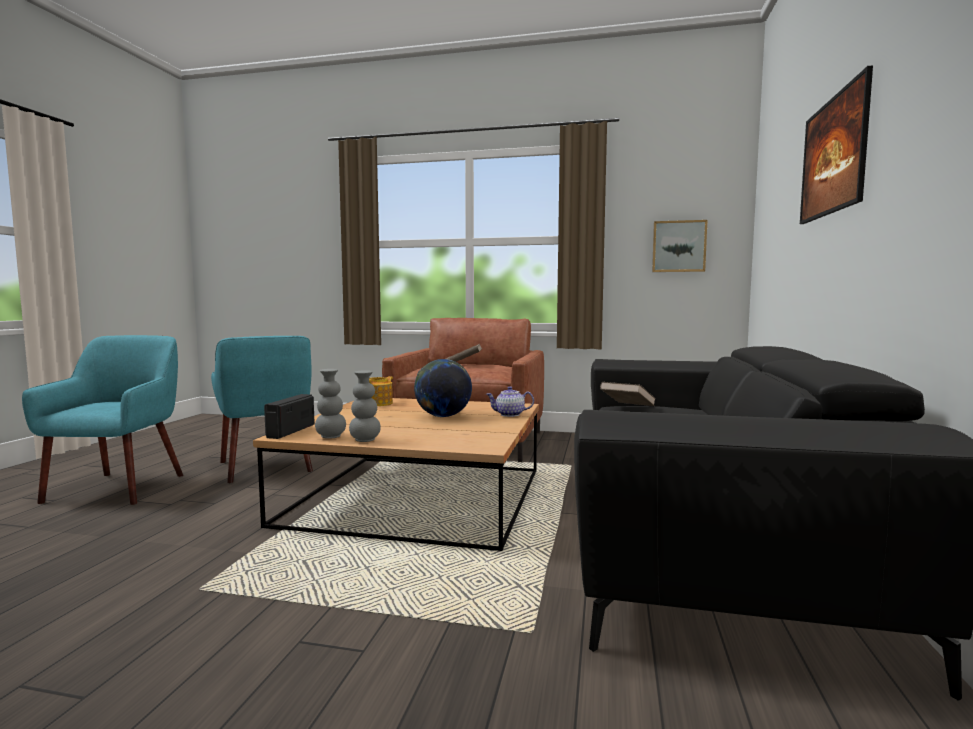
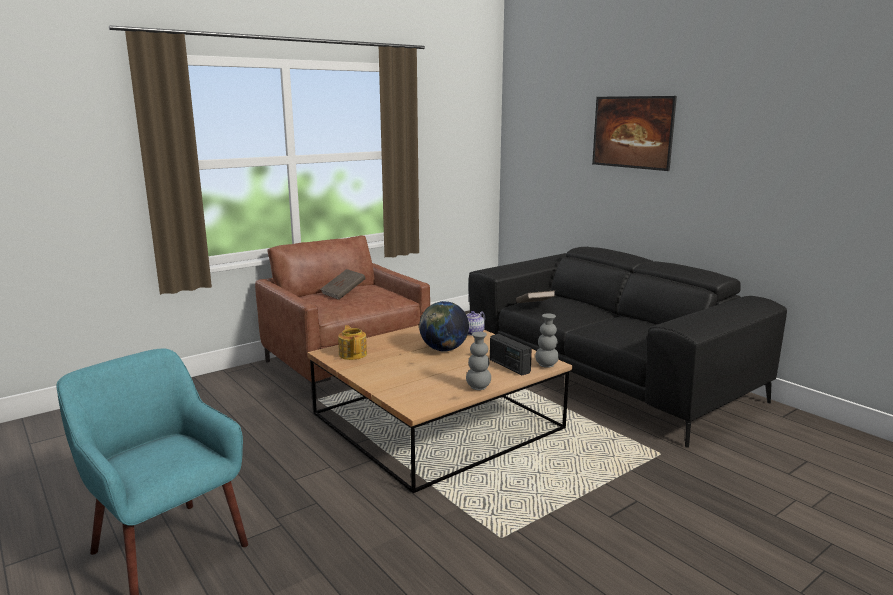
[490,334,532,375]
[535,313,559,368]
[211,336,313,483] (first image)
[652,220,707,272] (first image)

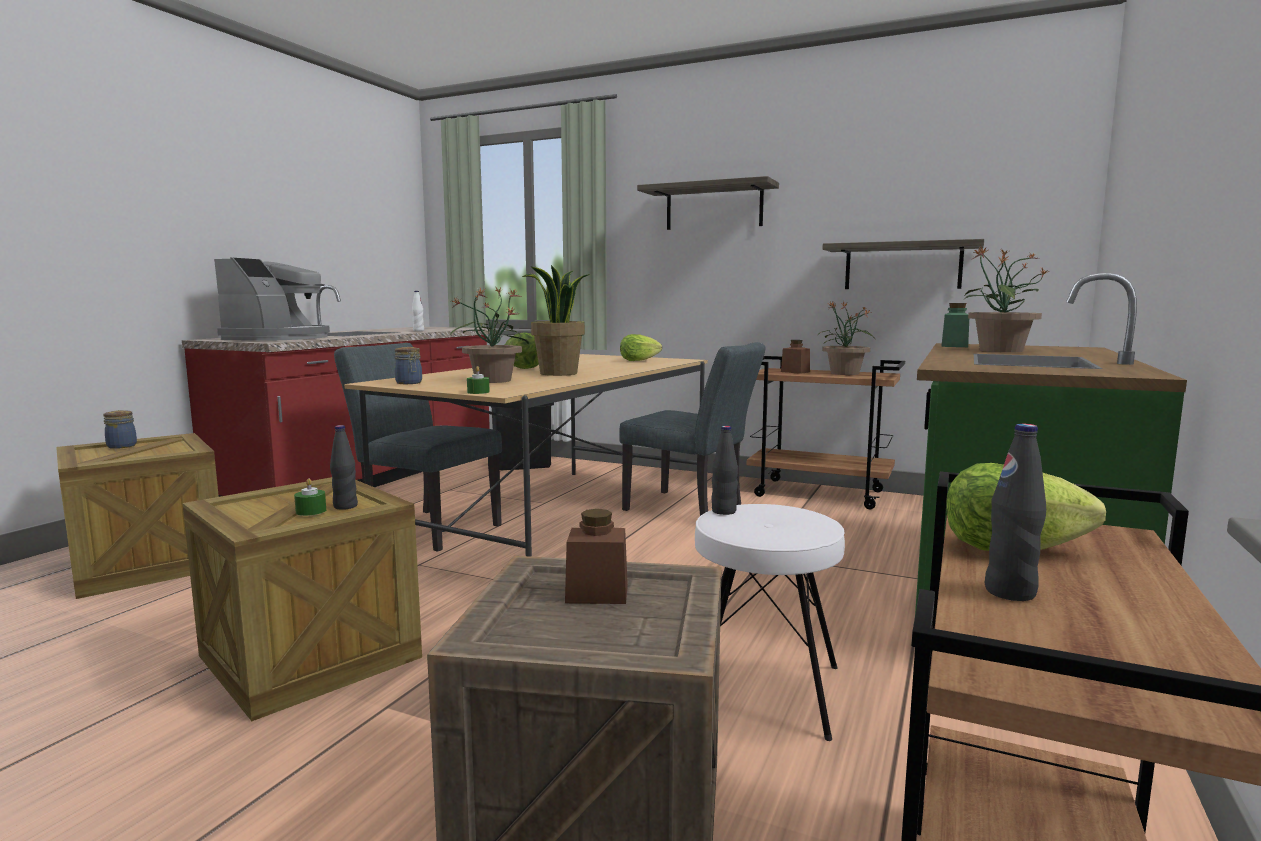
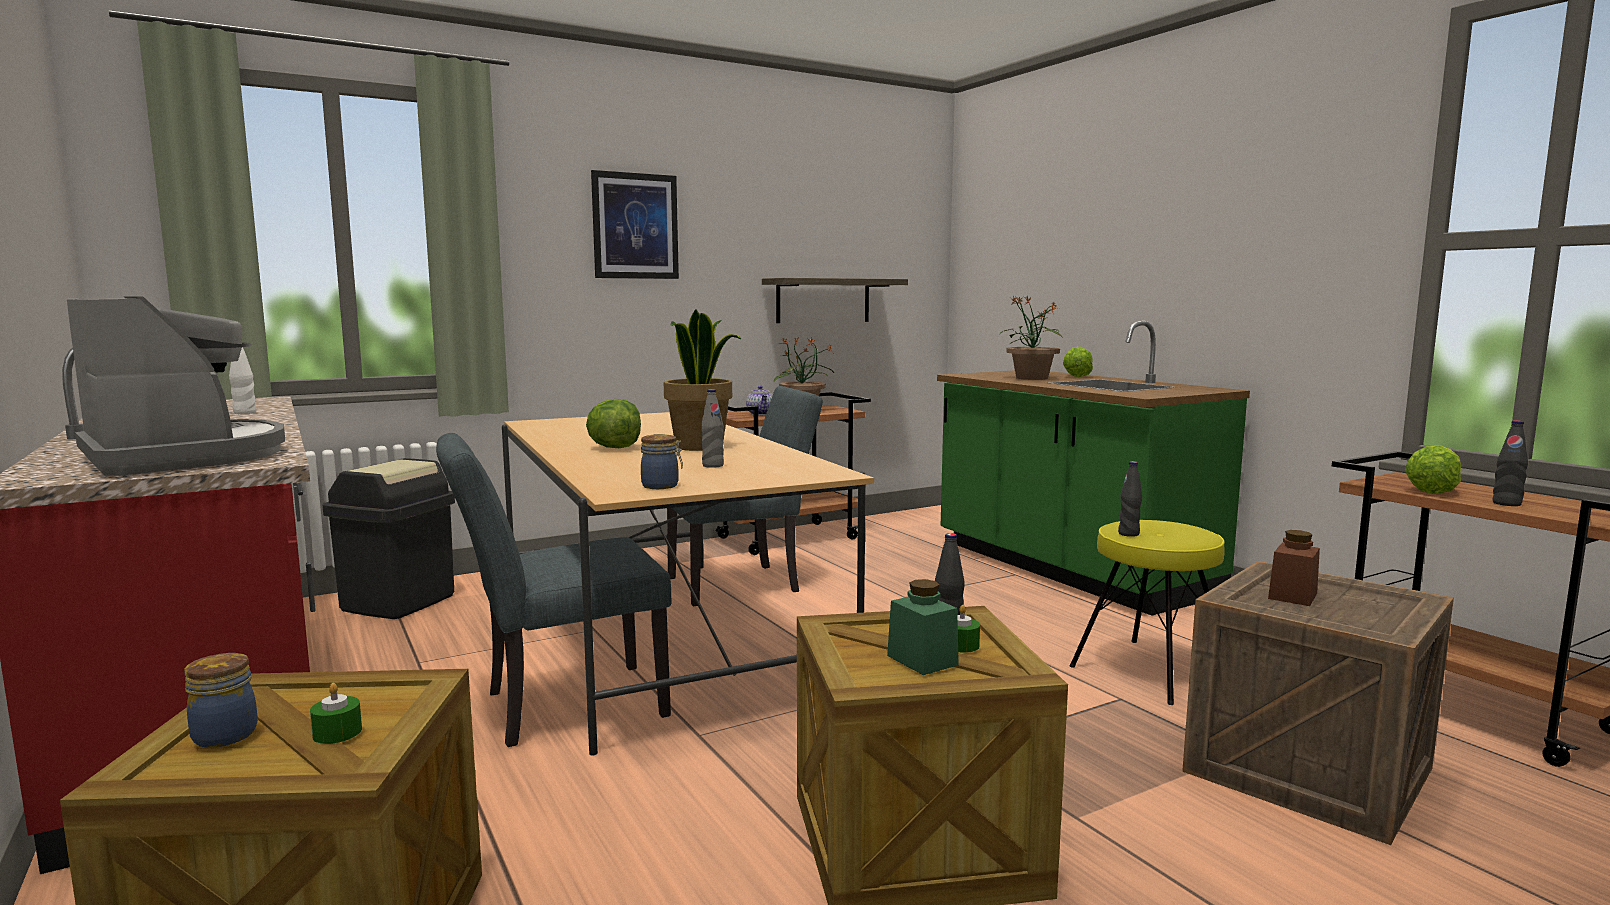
[310,683,362,744]
[591,170,679,279]
[701,389,724,468]
[746,386,773,415]
[887,579,959,675]
[1063,347,1093,377]
[1070,520,1225,705]

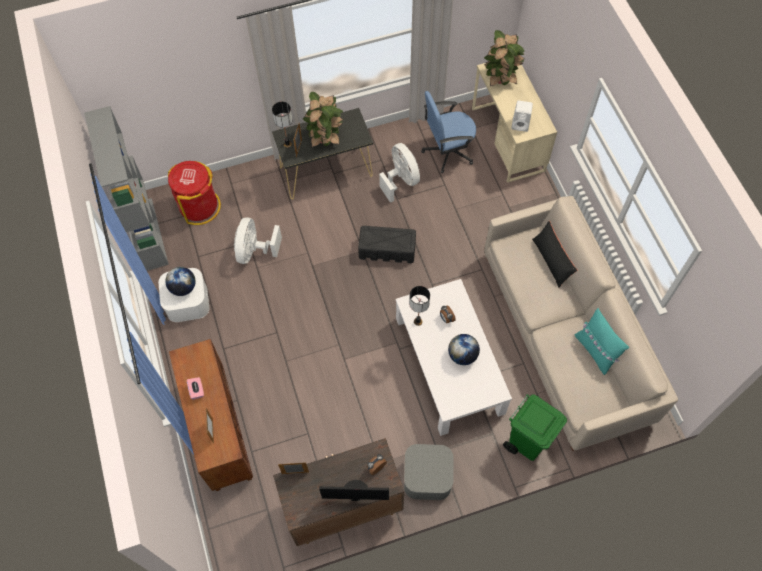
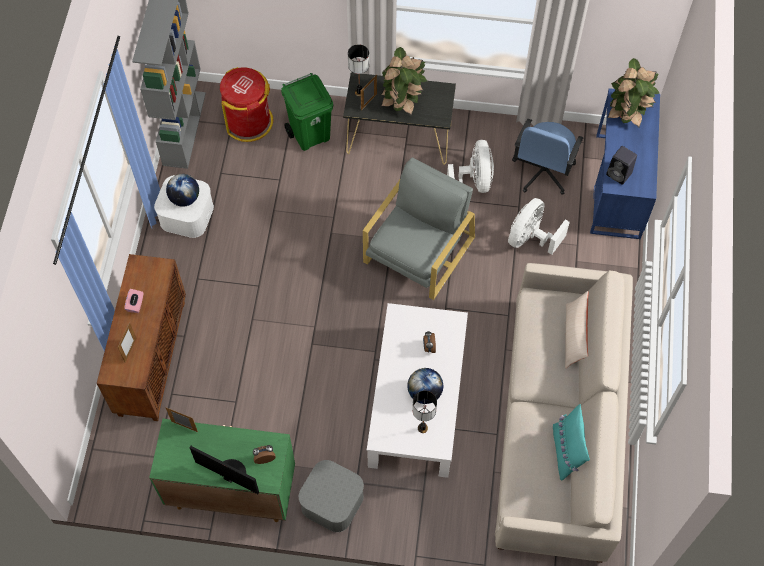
[149,419,295,522]
[281,73,333,151]
[363,157,475,300]
[412,391,437,433]
[508,198,570,255]
[512,119,583,195]
[565,291,589,368]
[590,88,660,239]
[606,146,637,185]

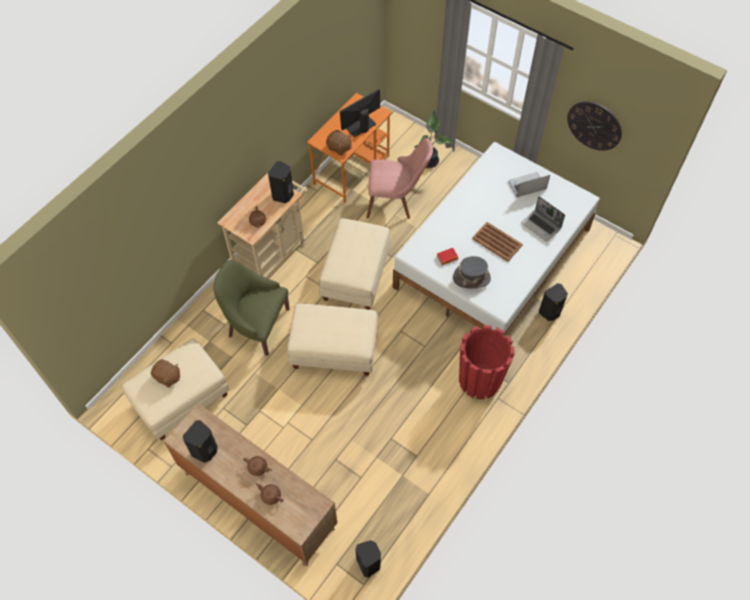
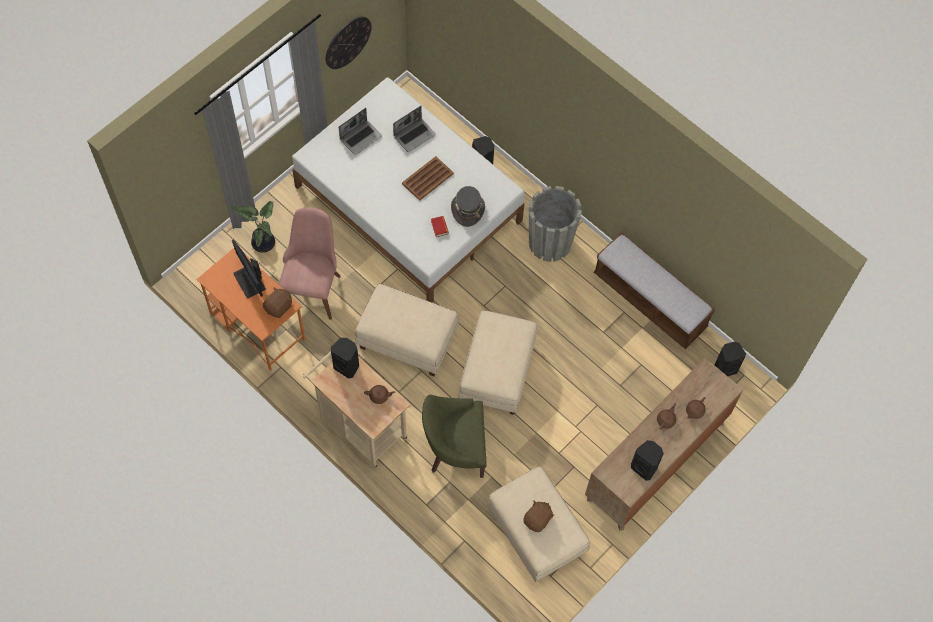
[339,108,382,155]
[422,395,487,478]
[529,186,582,262]
[594,232,715,349]

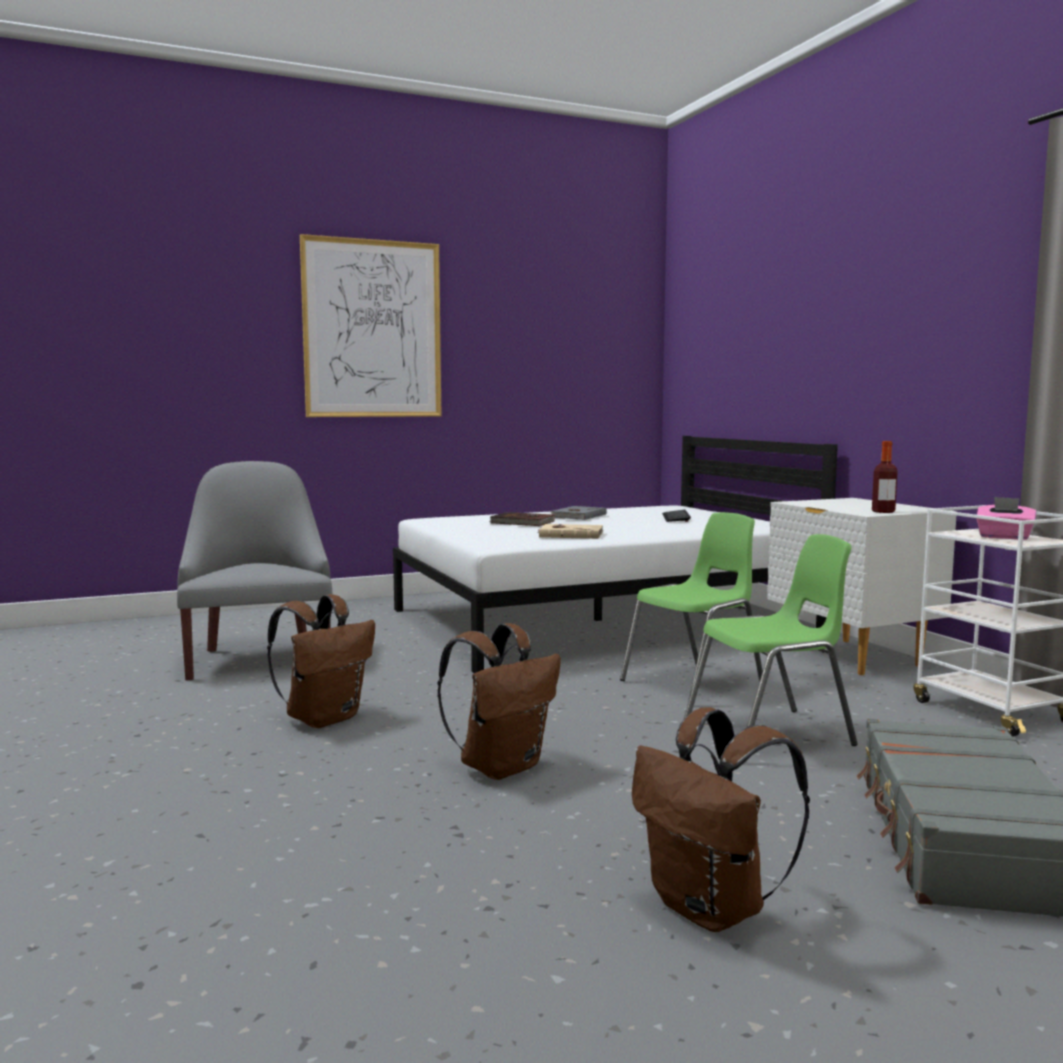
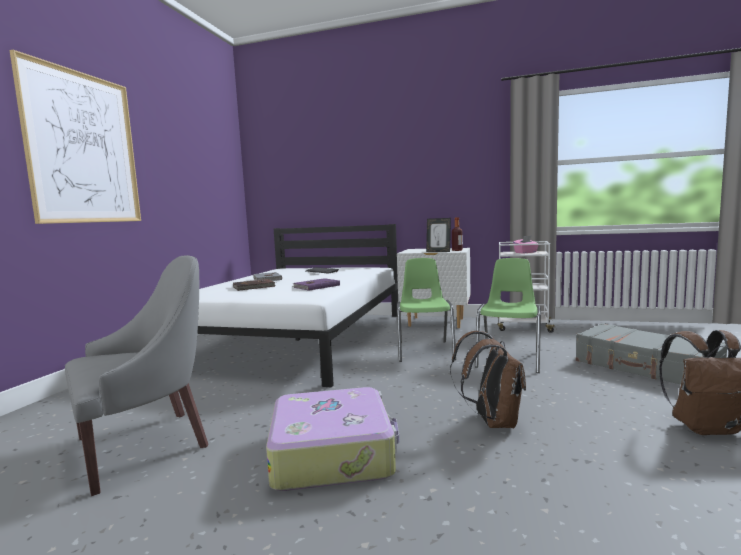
[65,255,208,496]
[266,387,399,491]
[293,278,340,291]
[426,218,451,252]

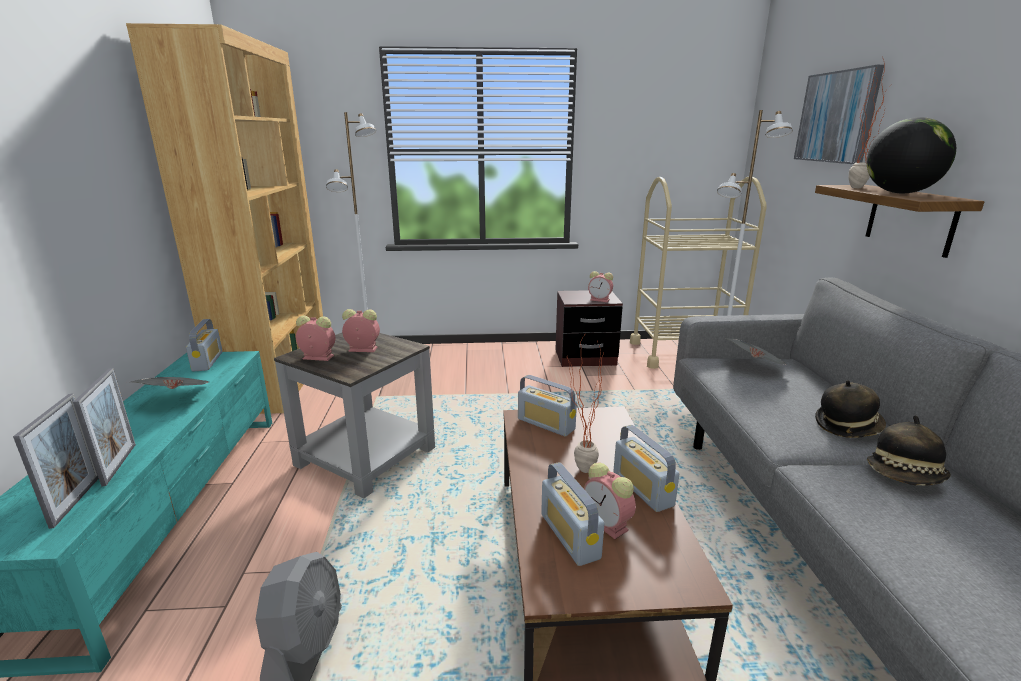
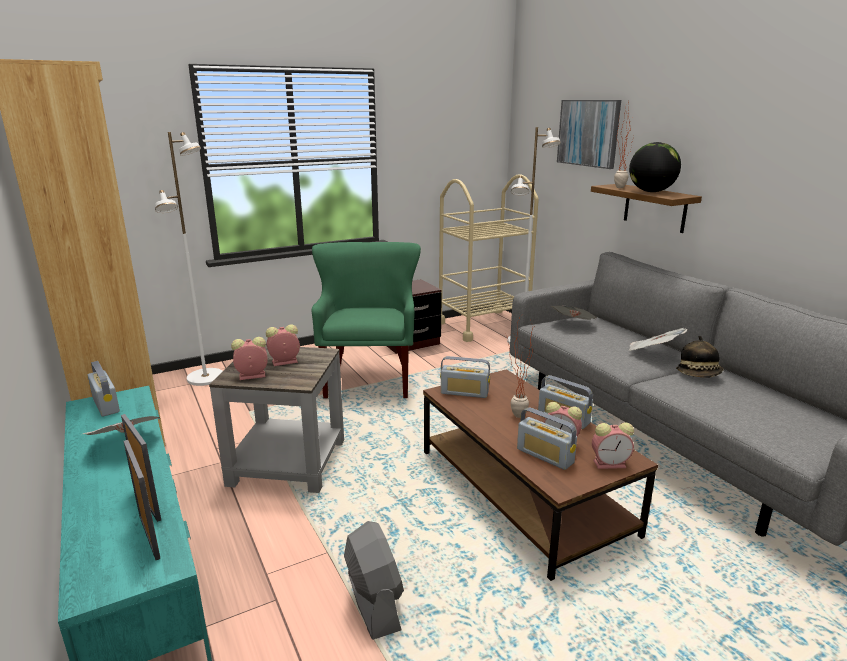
[311,242,421,399]
[592,422,634,469]
[629,328,687,351]

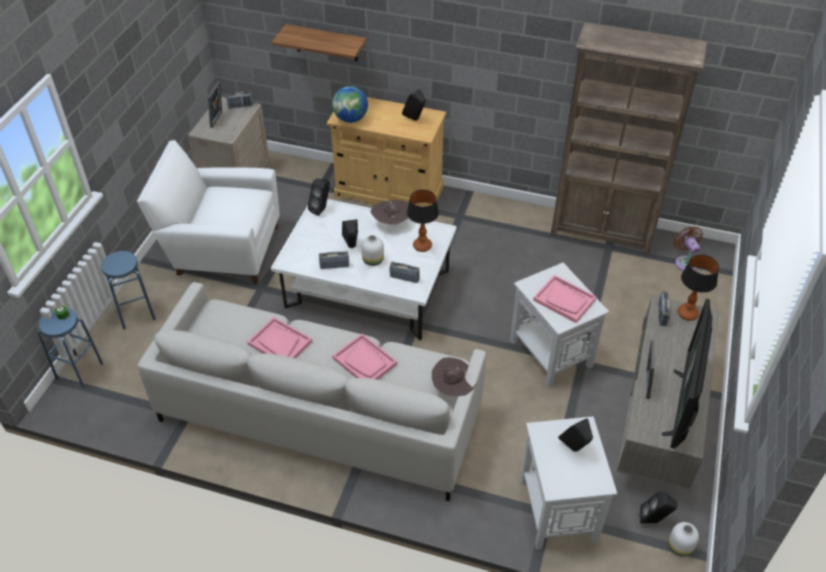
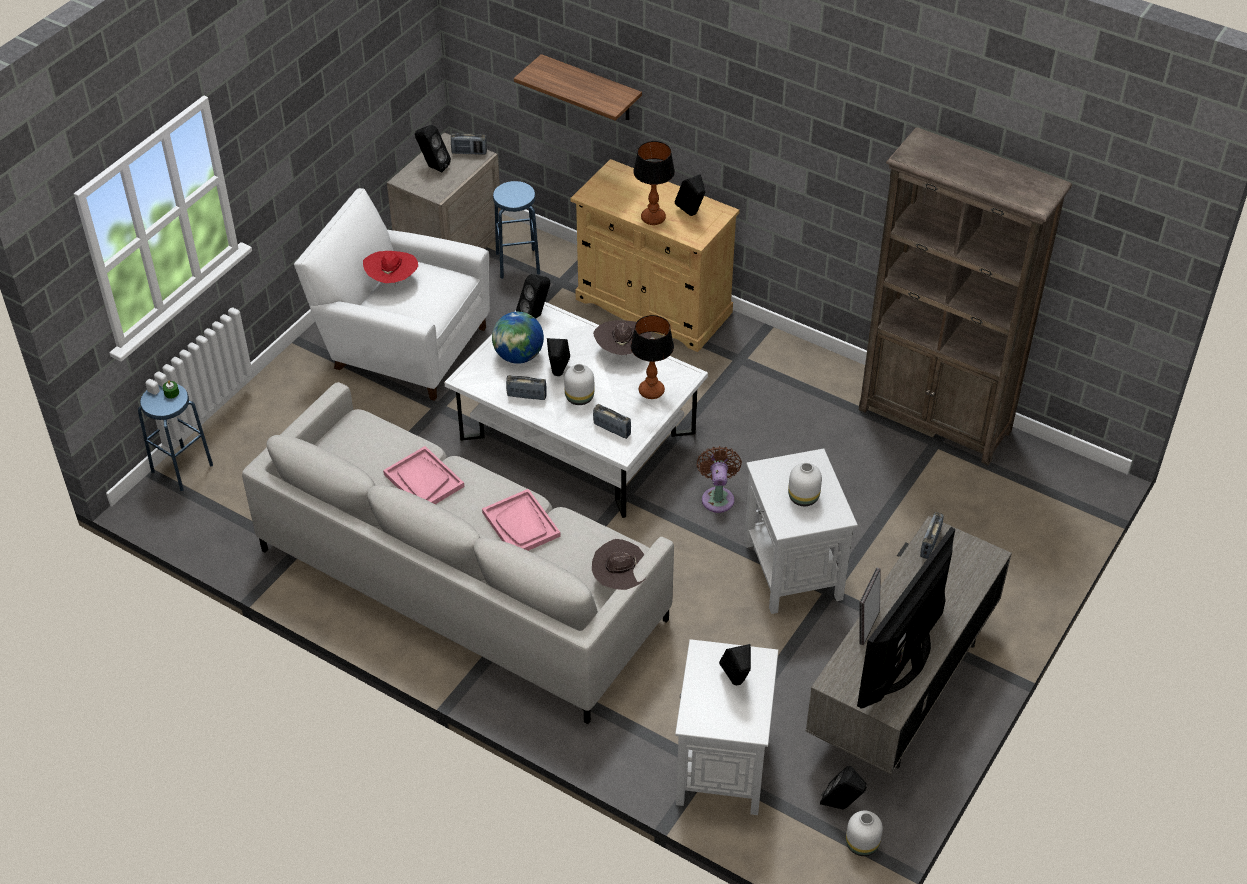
[363,251,418,286]
[415,125,451,172]
[492,312,544,364]
[493,181,540,279]
[633,141,675,225]
[697,446,742,513]
[788,463,822,506]

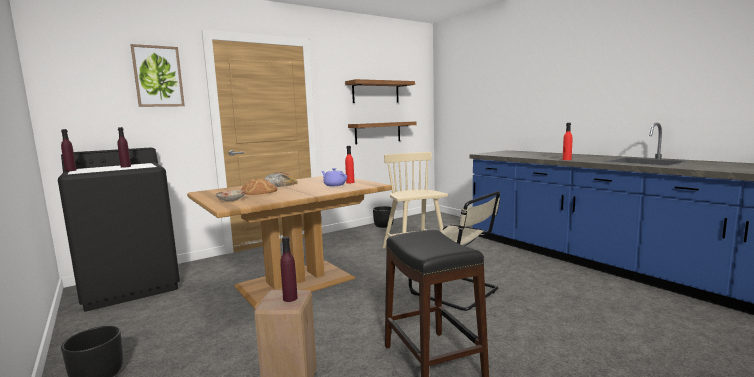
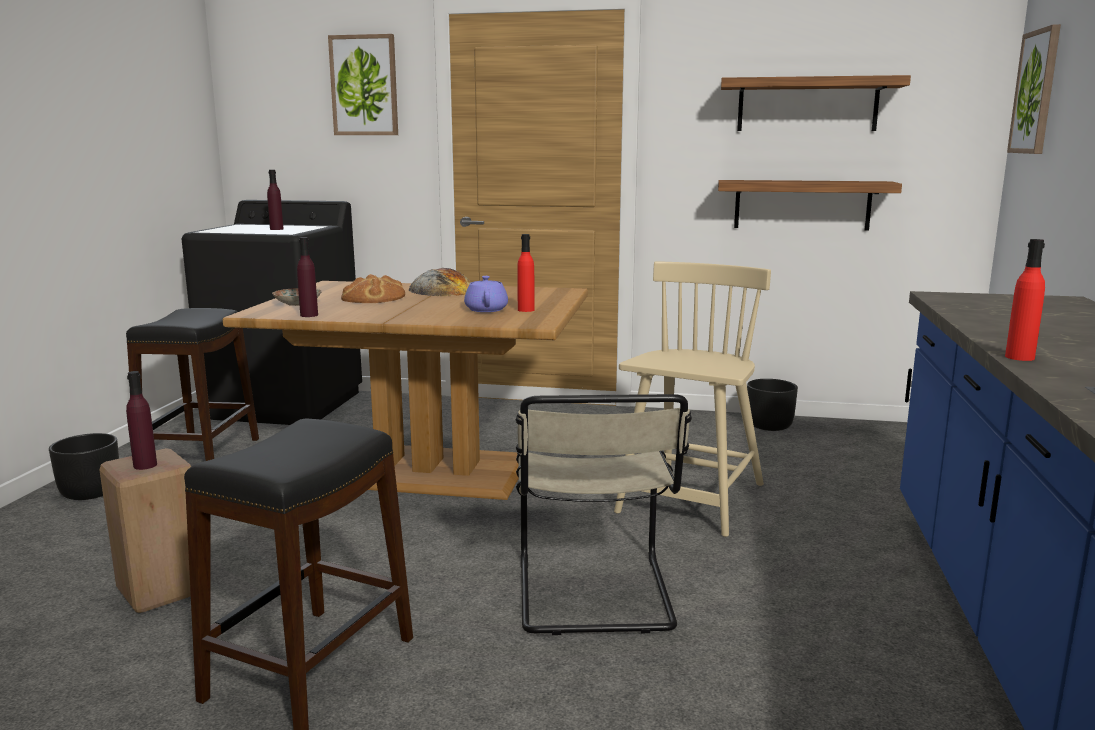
[126,308,259,461]
[297,237,318,317]
[1007,24,1061,154]

